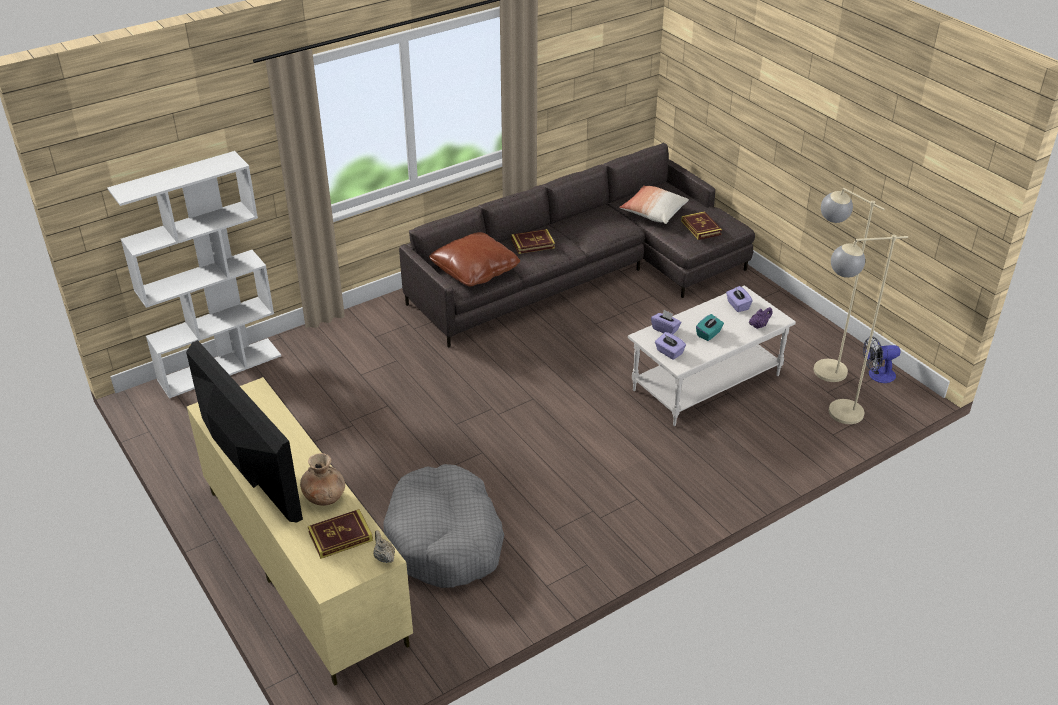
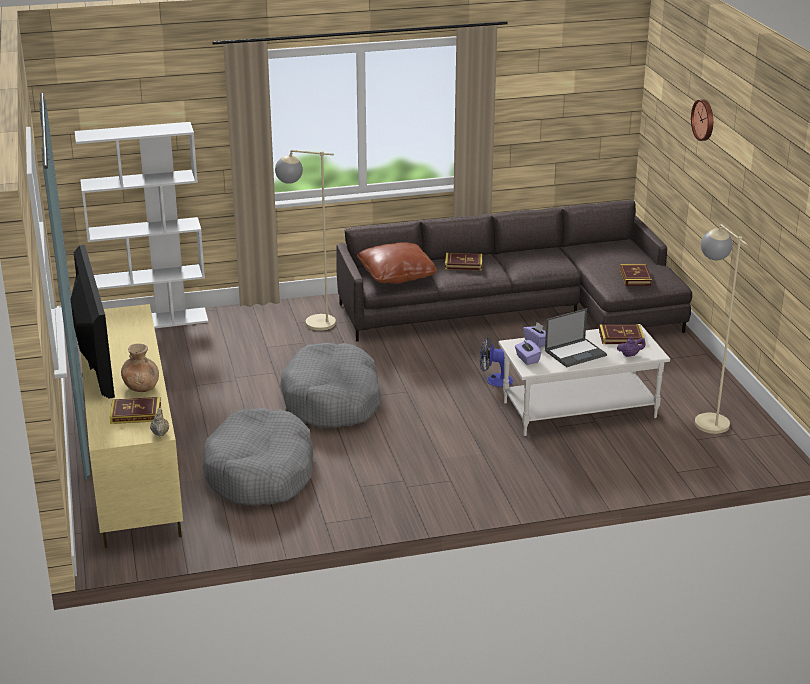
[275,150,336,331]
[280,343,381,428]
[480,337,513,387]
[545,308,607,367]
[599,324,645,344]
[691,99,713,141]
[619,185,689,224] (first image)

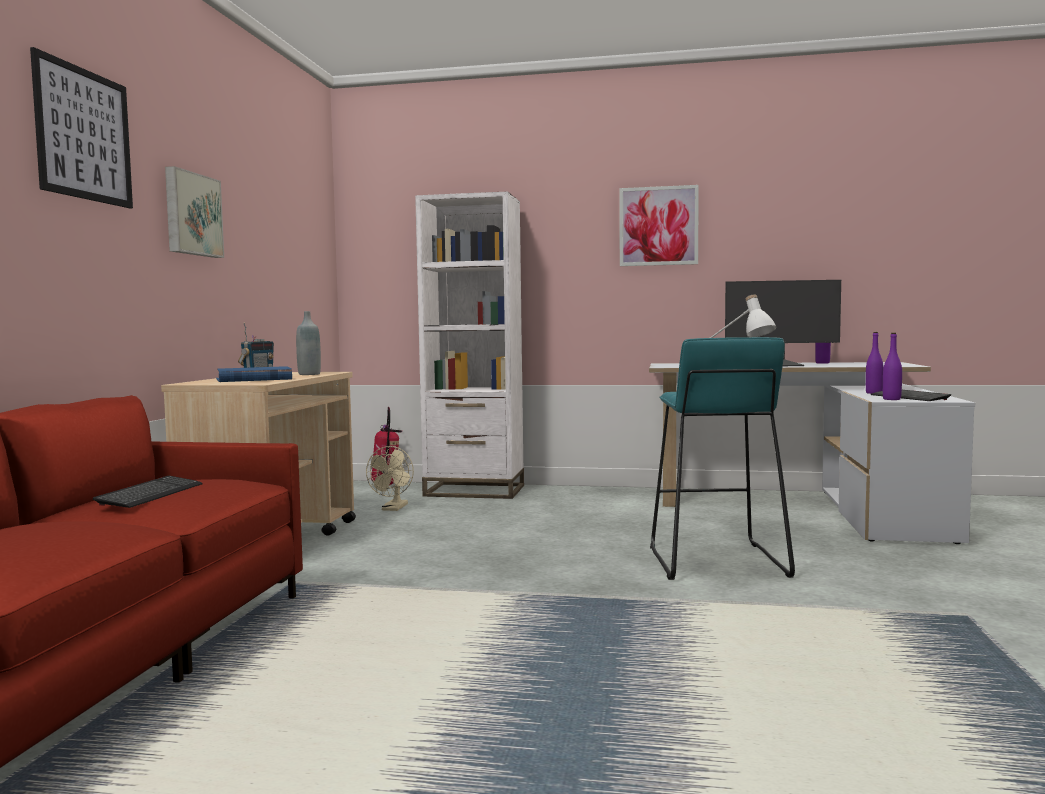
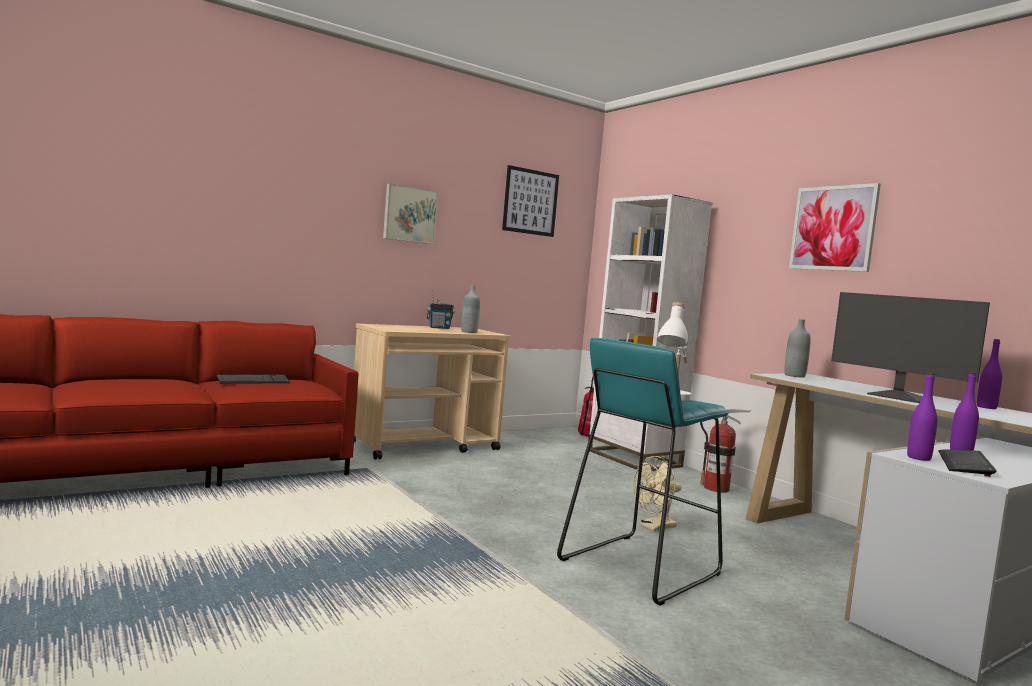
[502,165,559,237]
[633,456,681,531]
[700,409,751,493]
[784,319,811,377]
[216,366,292,382] (first image)

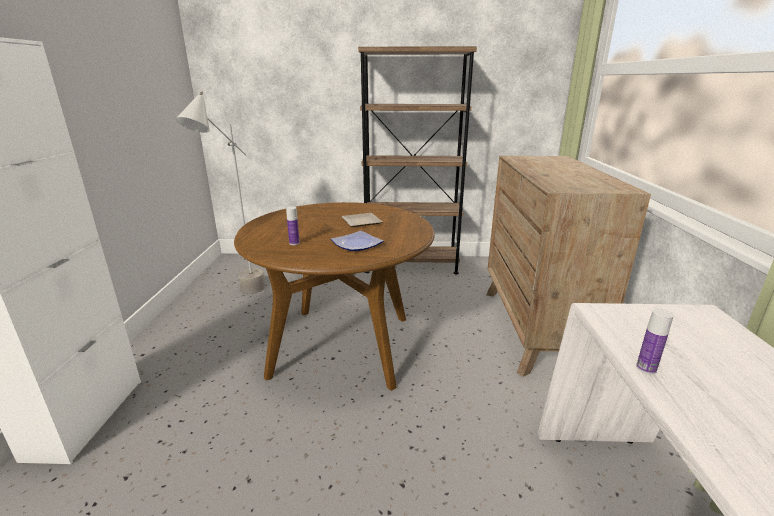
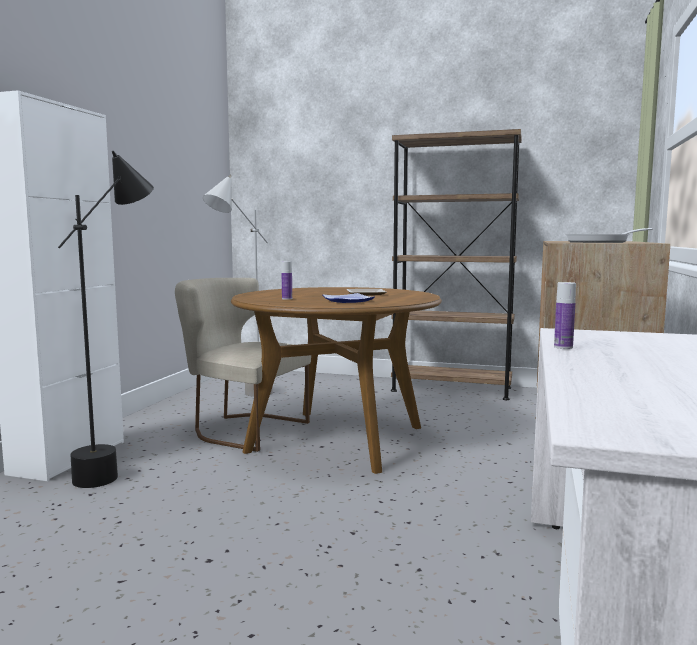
[58,151,154,488]
[175,278,311,452]
[565,228,653,243]

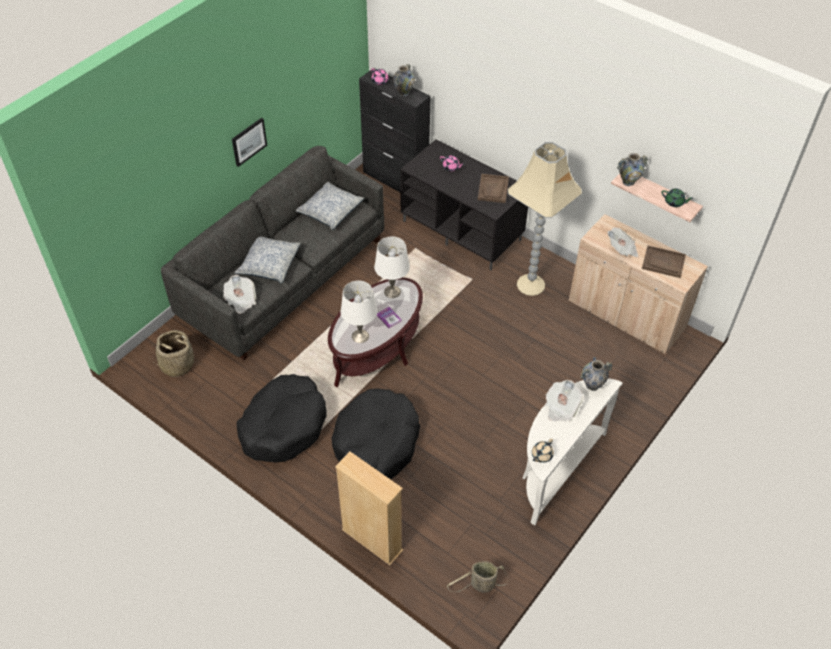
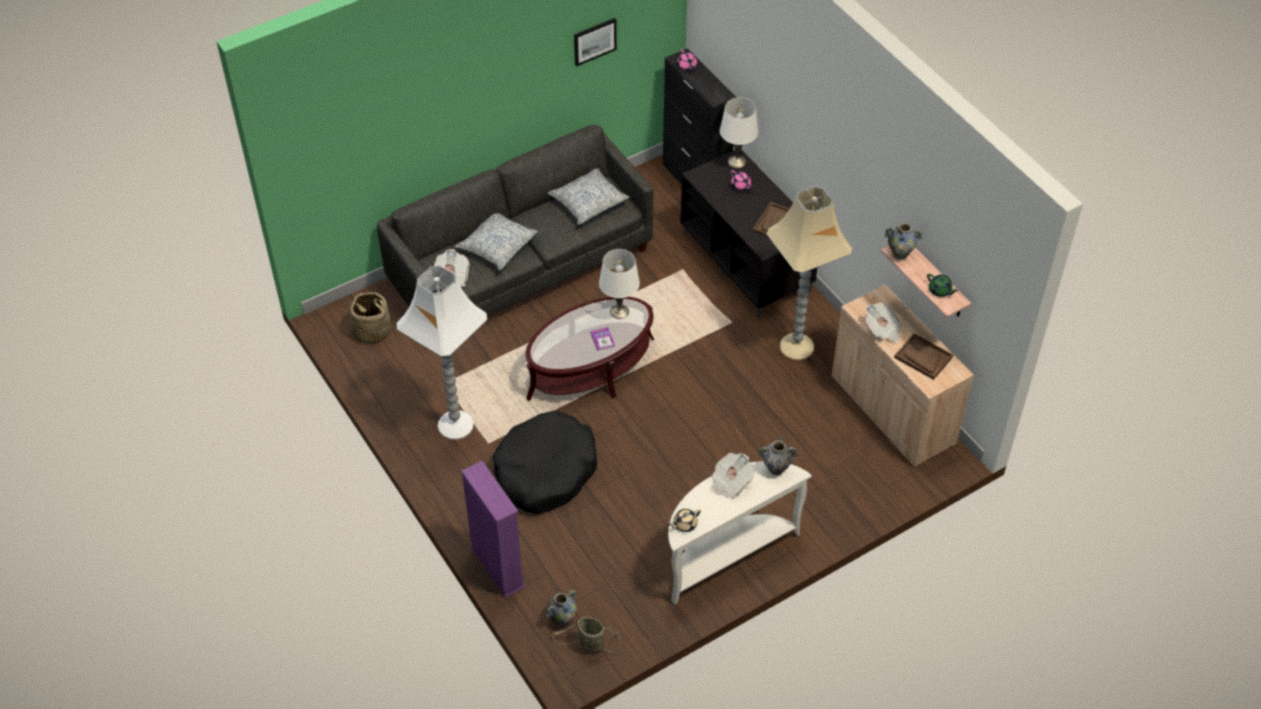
[397,266,487,439]
[461,461,525,598]
[546,590,577,626]
[574,18,617,66]
[720,97,758,168]

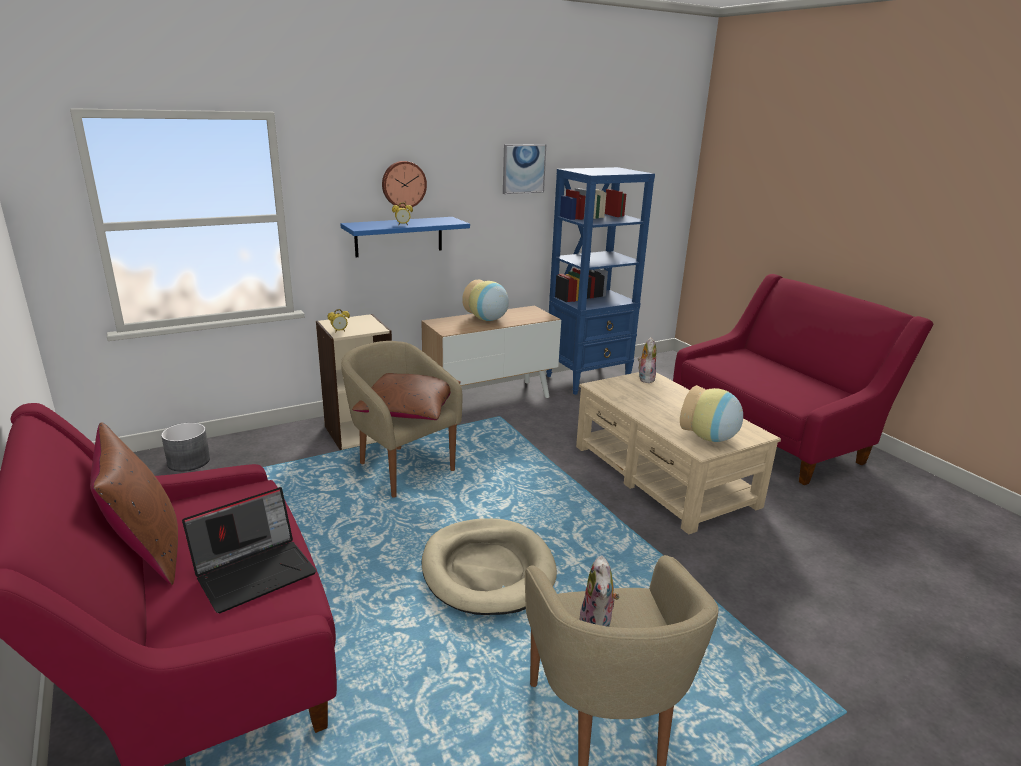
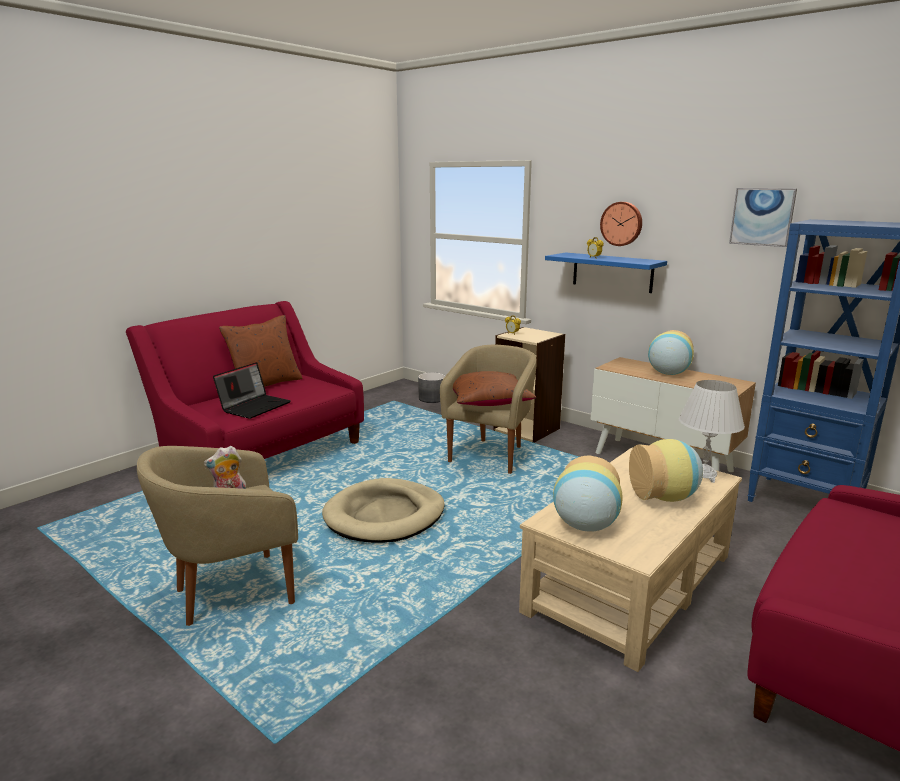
[213,362,291,419]
[629,439,703,502]
[679,380,745,483]

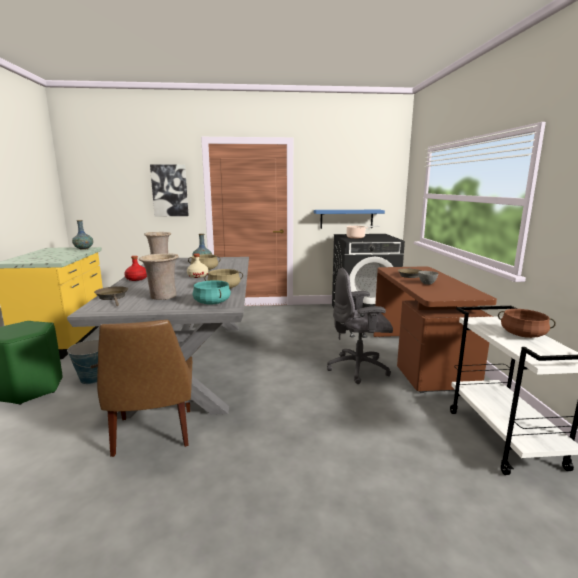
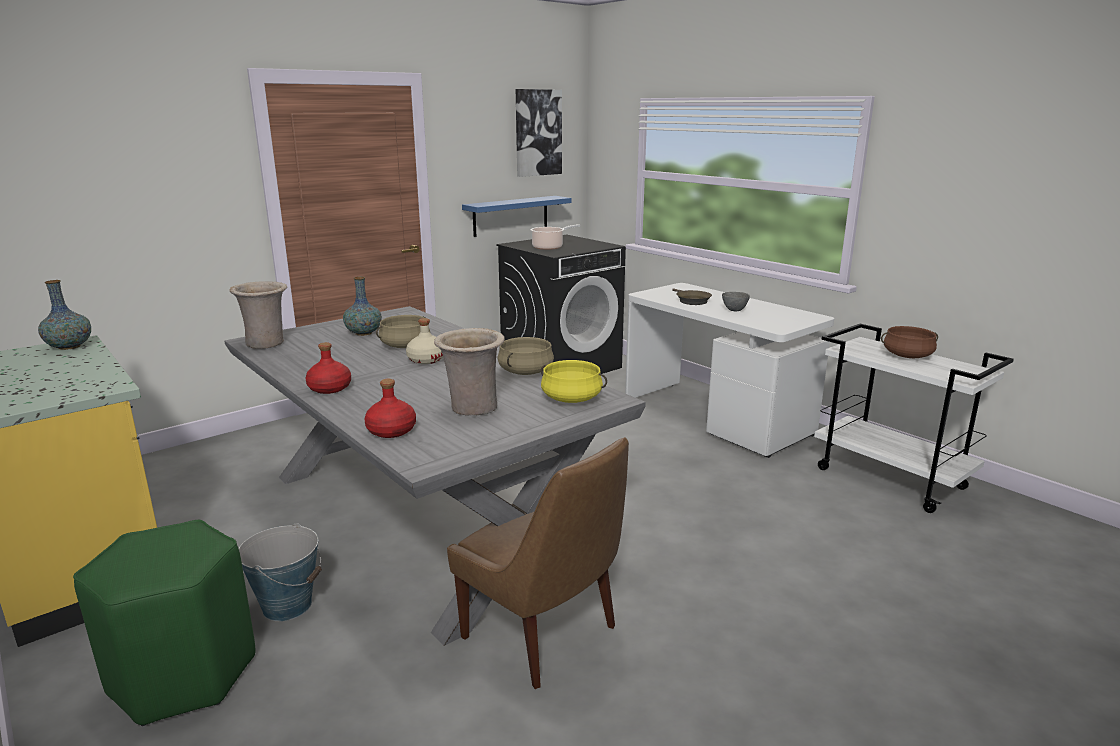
[364,379,416,438]
[516,89,562,177]
[541,360,607,403]
[625,283,834,458]
[327,268,393,384] (first image)

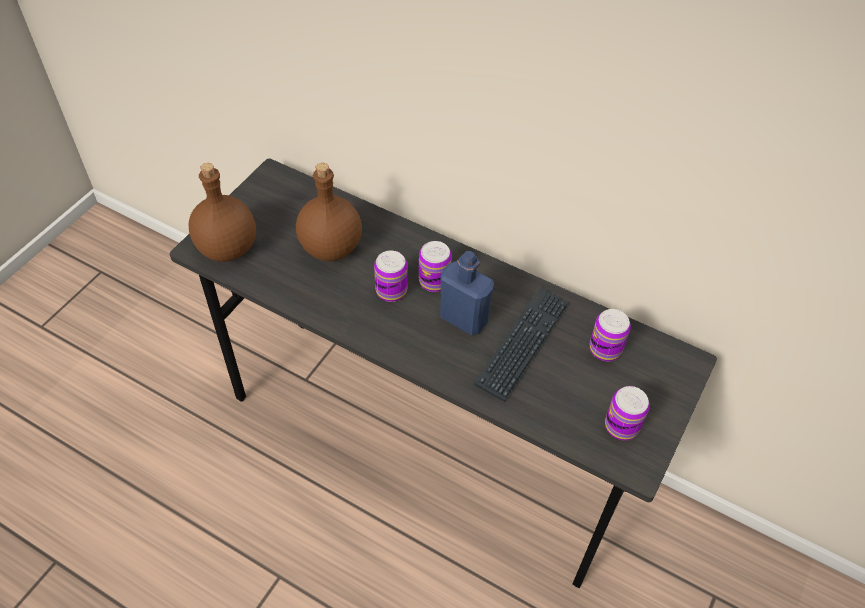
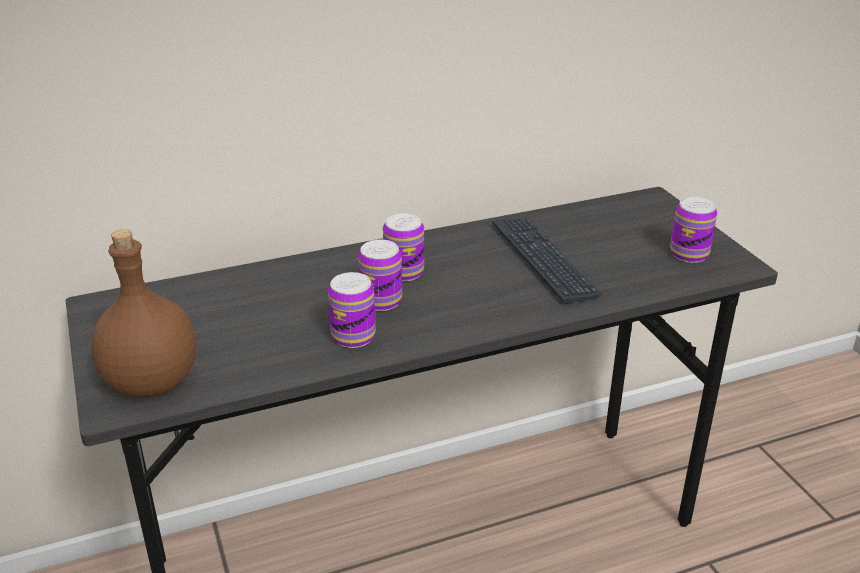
[328,272,376,348]
[296,163,362,261] (first image)
[440,251,494,335] (first image)

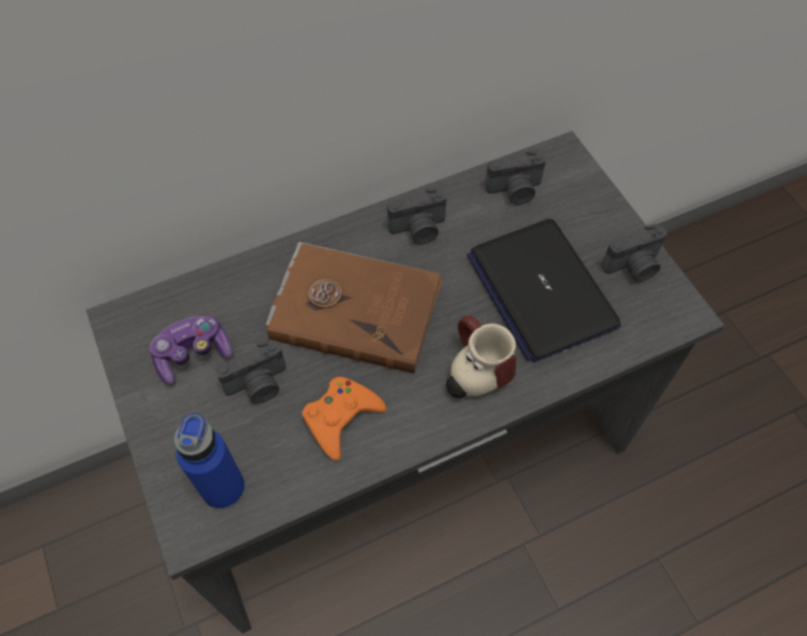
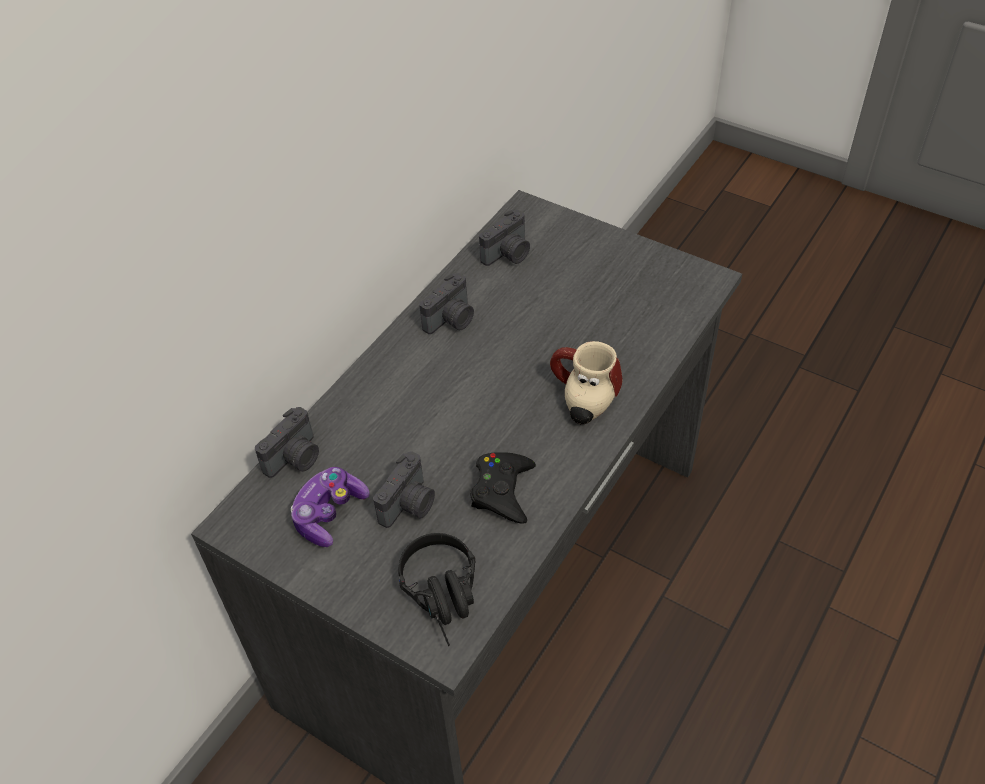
[255,407,319,478]
[398,533,476,646]
[470,452,536,524]
[266,242,443,374] (first image)
[467,219,621,362] (first image)

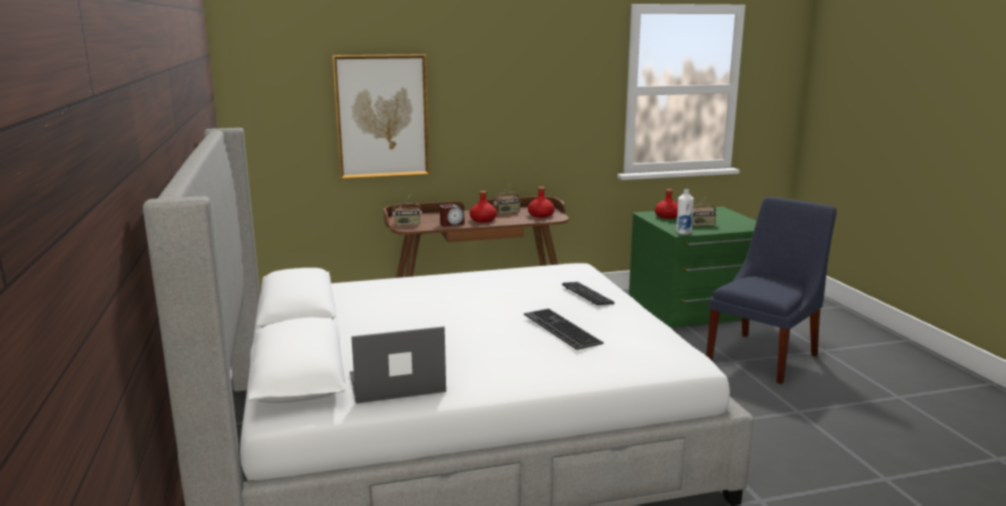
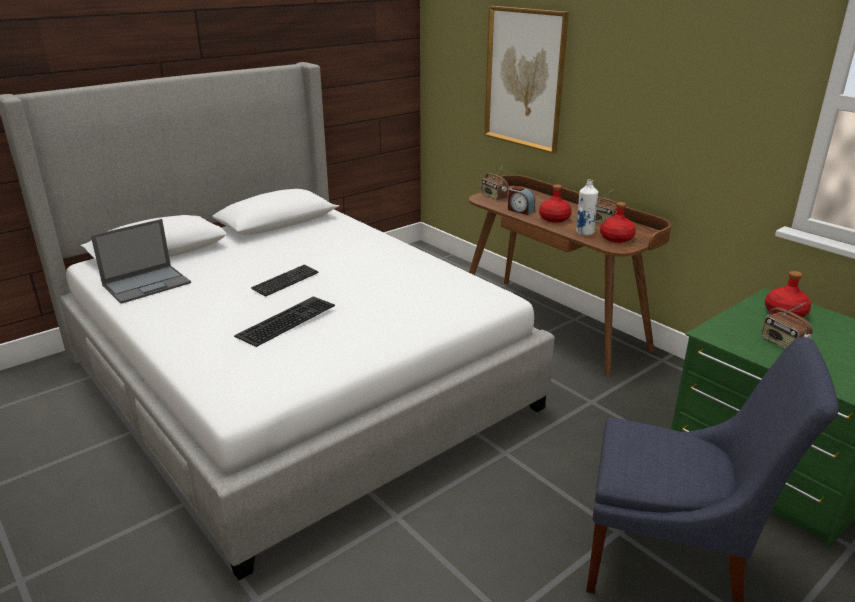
[91,219,191,304]
[251,264,318,297]
[576,180,598,236]

